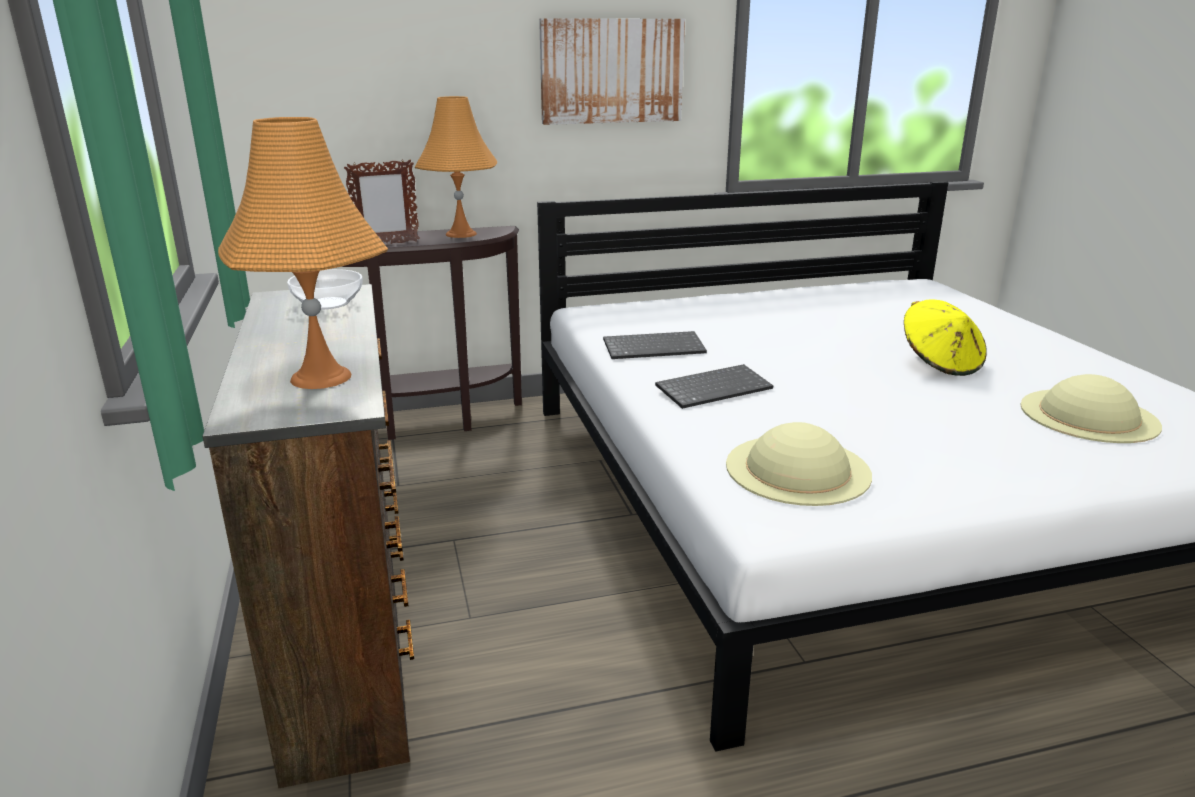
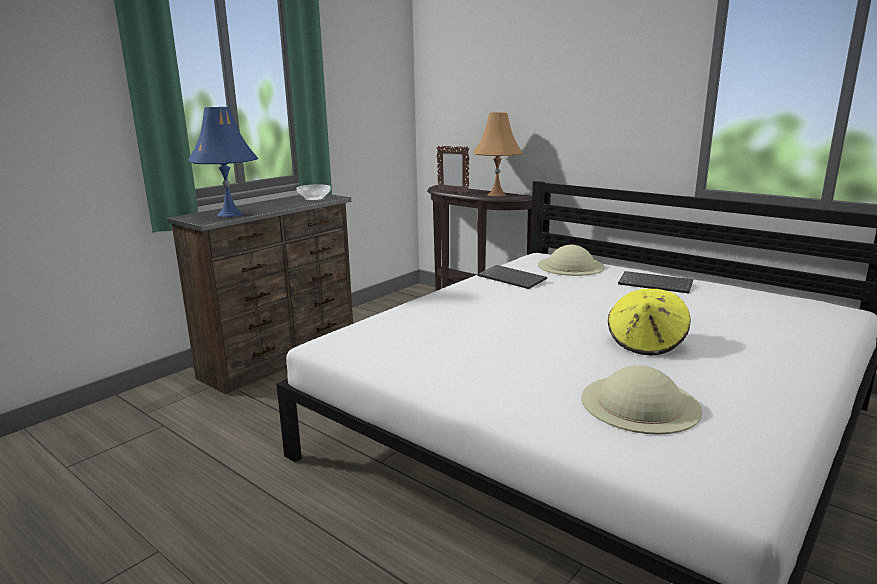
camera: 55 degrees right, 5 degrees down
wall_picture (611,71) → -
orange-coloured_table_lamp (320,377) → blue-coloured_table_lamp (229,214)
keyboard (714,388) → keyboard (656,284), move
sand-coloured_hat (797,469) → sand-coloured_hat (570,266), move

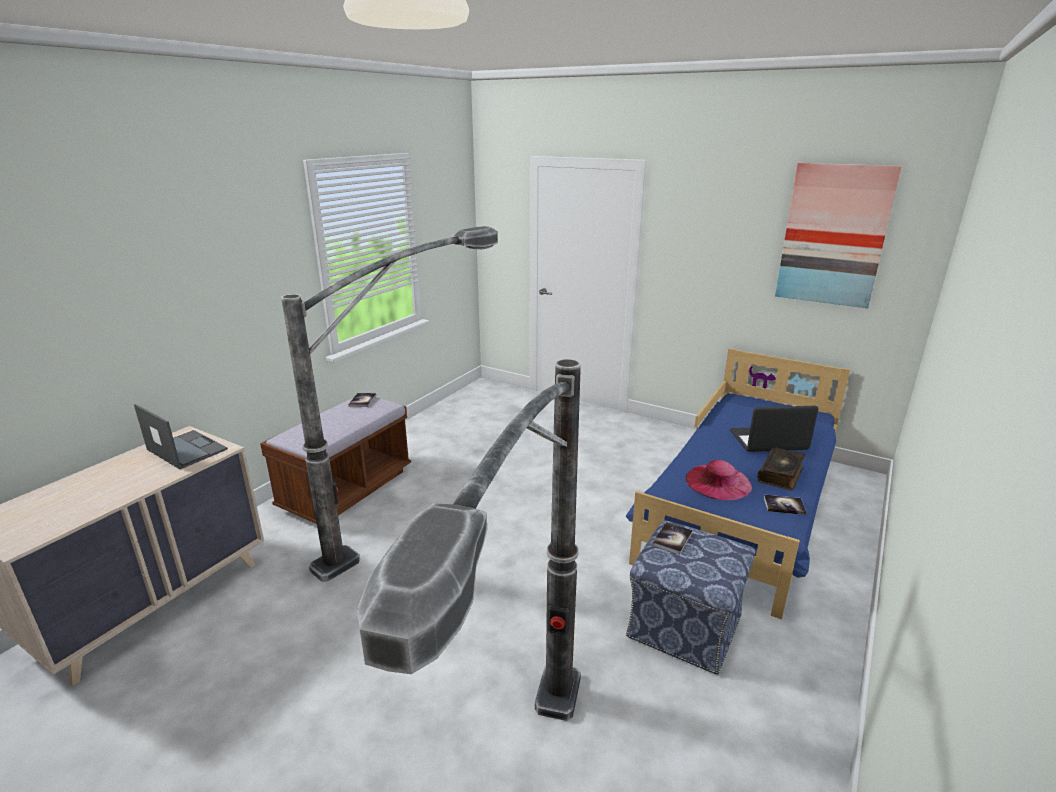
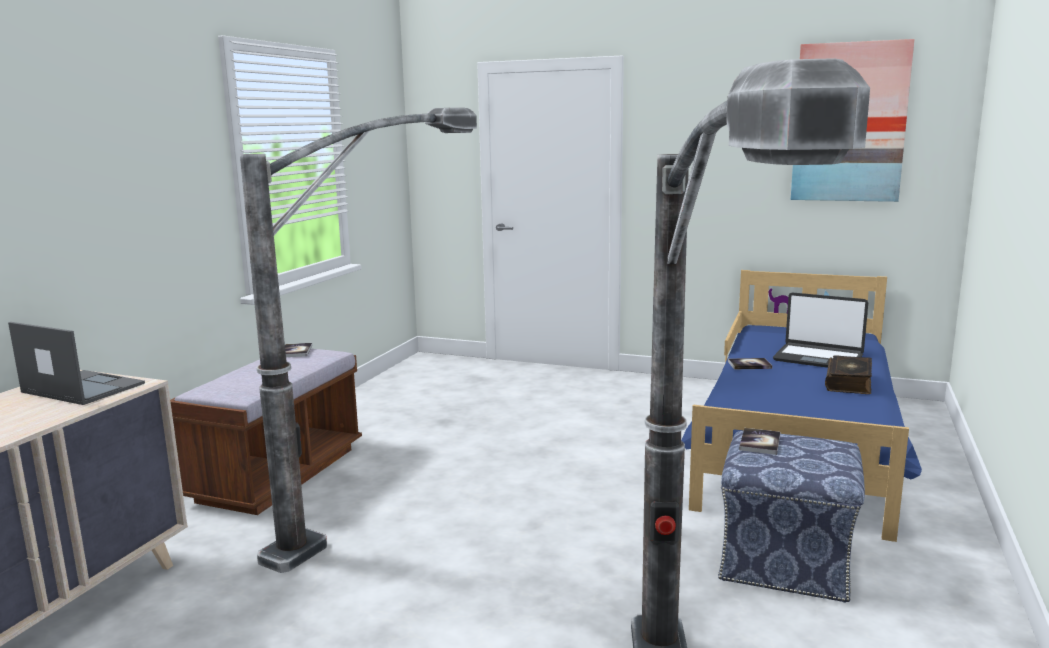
camera: 10 degrees left, 10 degrees down
notebook_computer (768,441) → notebook_computer (818,358), 135 degrees counterclockwise
pink_hat (718,482) → -
bound_book (784,505) → bound_book (749,365), move

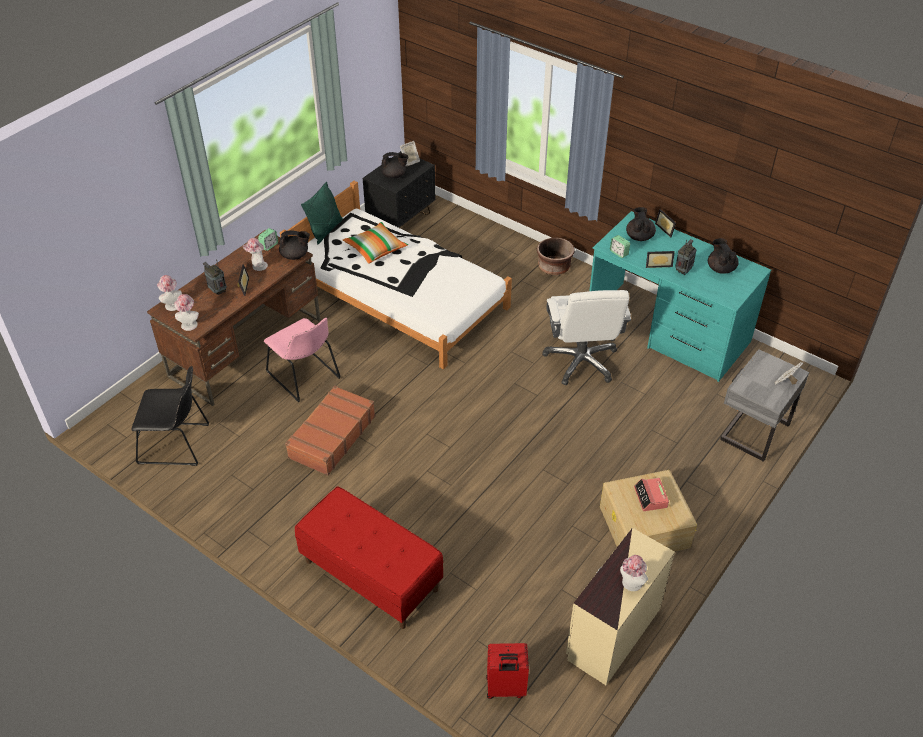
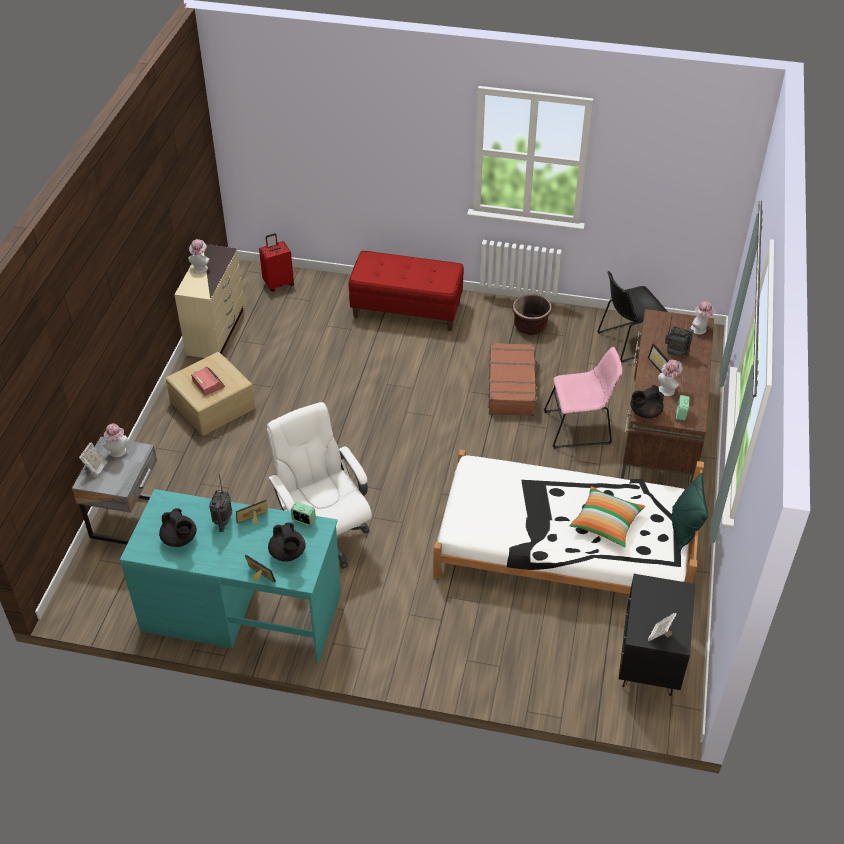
camera: 155 degrees right, 0 degrees up
black-coloured_tea_pot (394,175) → -
brown-coloured_flower_pot (553,268) → brown-coloured_flower_pot (530,326), move
hat (189,323) → hat (118,452), move
pink_plain_chair (305,377) → pink_plain_chair (580,427), 150 degrees clockwise

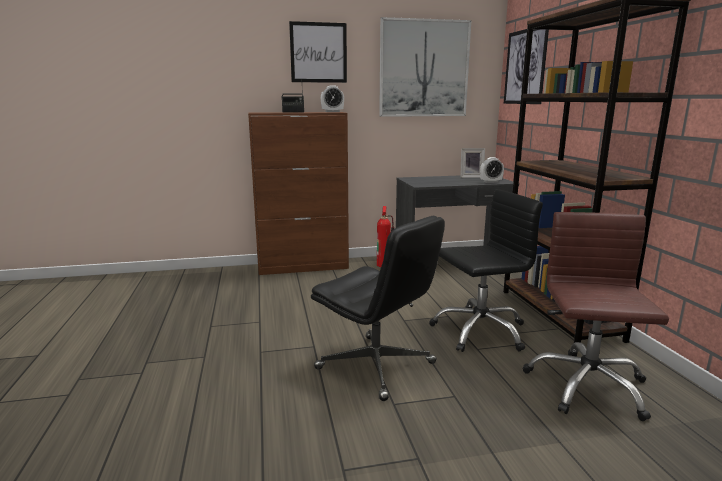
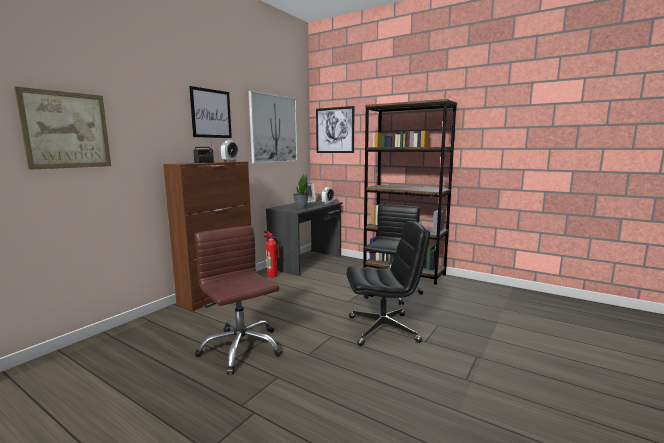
camera: 45 degrees left, 5 degrees down
brown-coloured_office_chair (586,385) → brown-coloured_office_chair (241,348), move
- → wall_picture (66,130)
- → plant_in_a_pot (301,208)

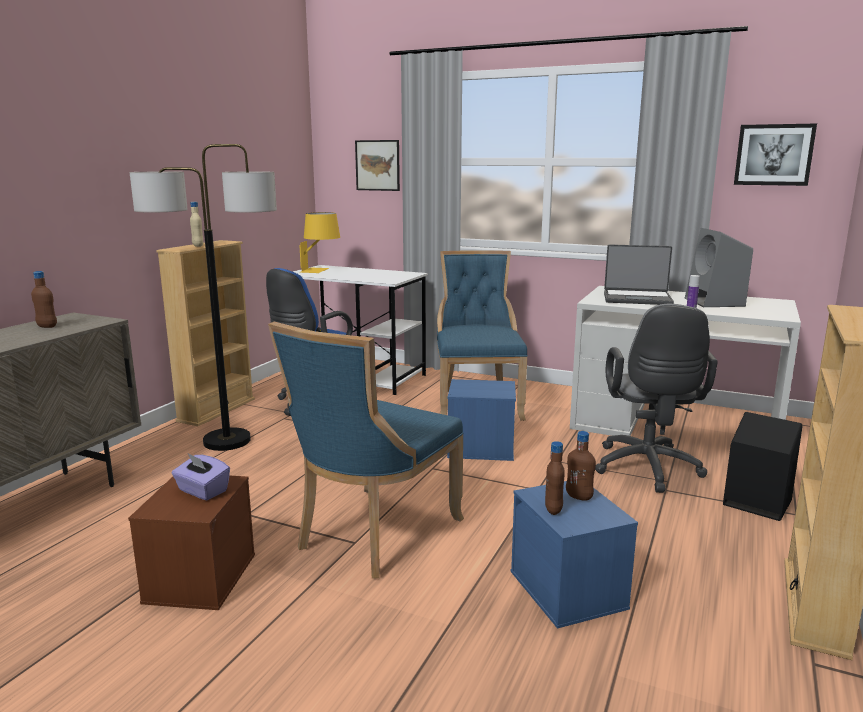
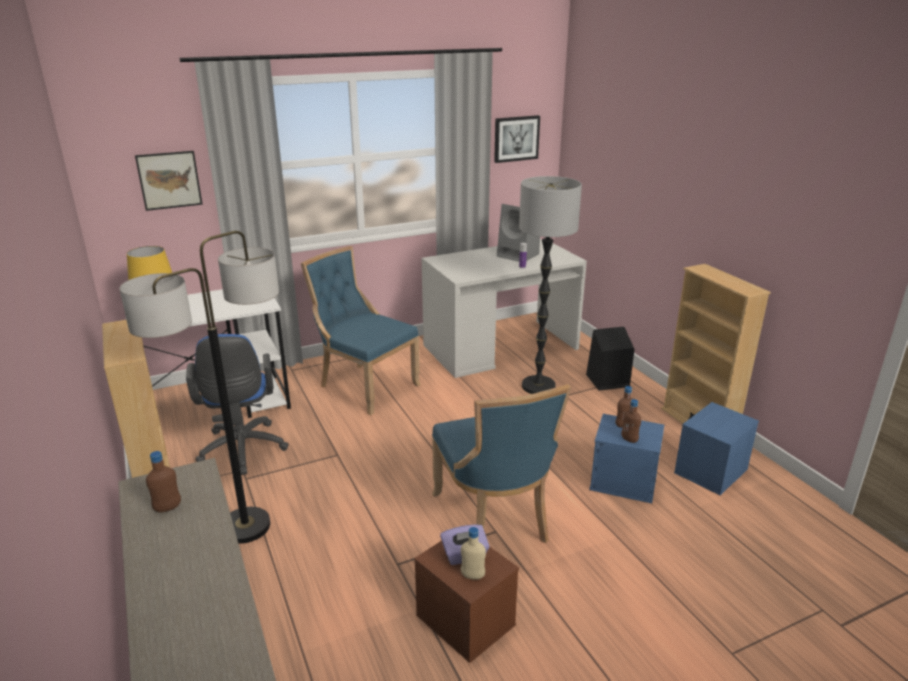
camera: 50 degrees left, 10 degrees up
sand-coloured_beverage_bottle (198,246) → sand-coloured_beverage_bottle (472,576), move
notebook_computer (637,299) → -
grey_office_chair (647,470) → floor_lamp (538,386)
blue-coloured_storage_container (480,448) → blue-coloured_storage_container (711,471), move

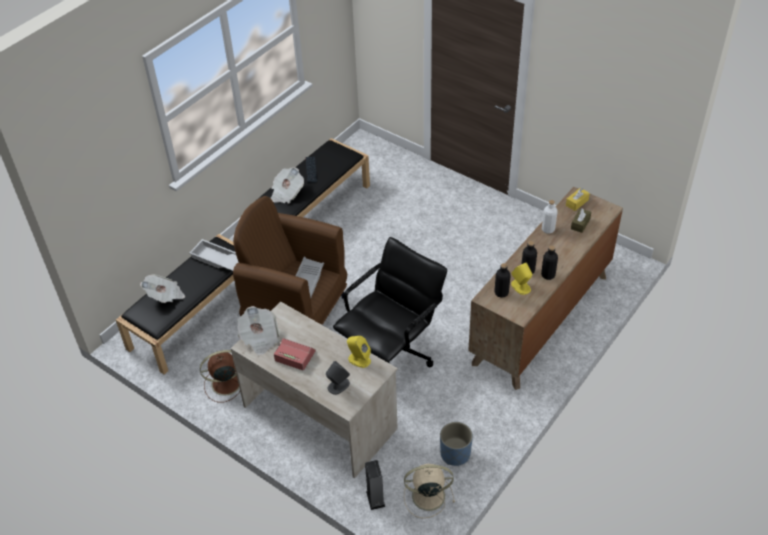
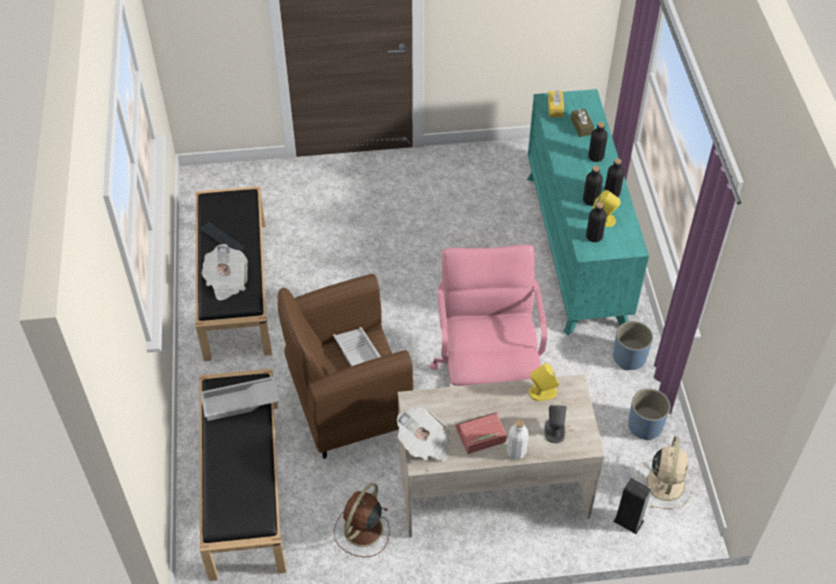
camera: 45 degrees left, 5 degrees up
brown-coloured_chest_of_drawers (541,319) → turquoise_chest_of_drawers (576,249)
white-coloured_beverage_bottle (548,229) → white-coloured_beverage_bottle (516,452), move
black-coloured_office_chair (392,354) → pink_office_chair (486,377)
daily_paper (165,296) → -
sand-coloured_cooling_fan (426,496) → sand-coloured_cooling_fan (665,482), 150 degrees clockwise
- → black-coloured_beverage_bottle (595,157)
- → blue-coloured_flower_pot (629,357)

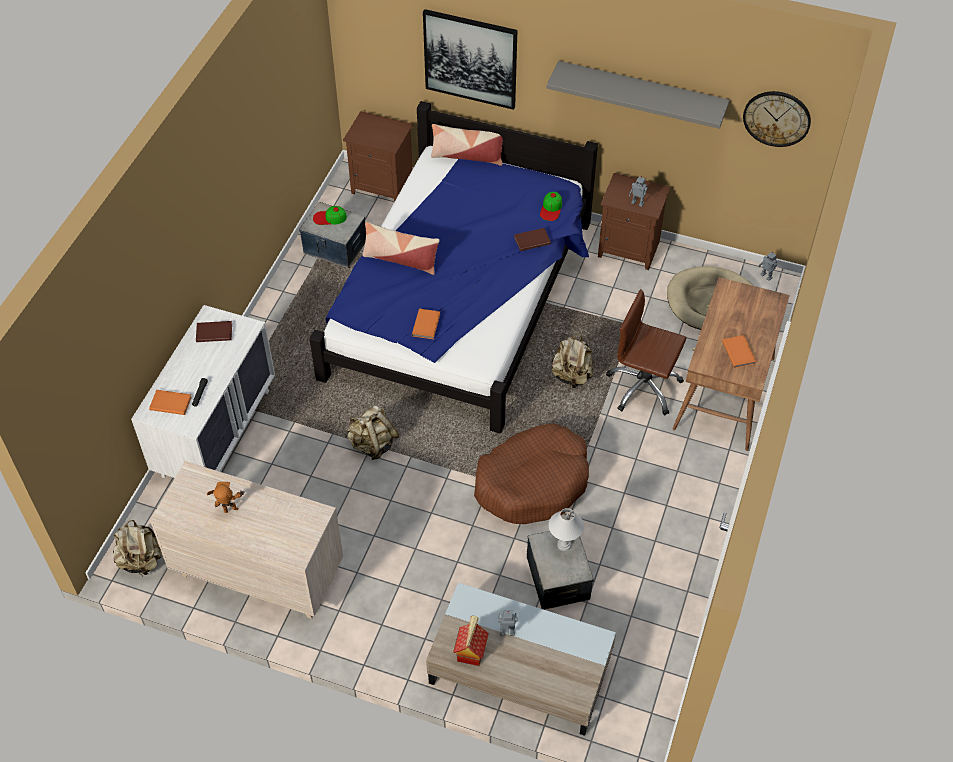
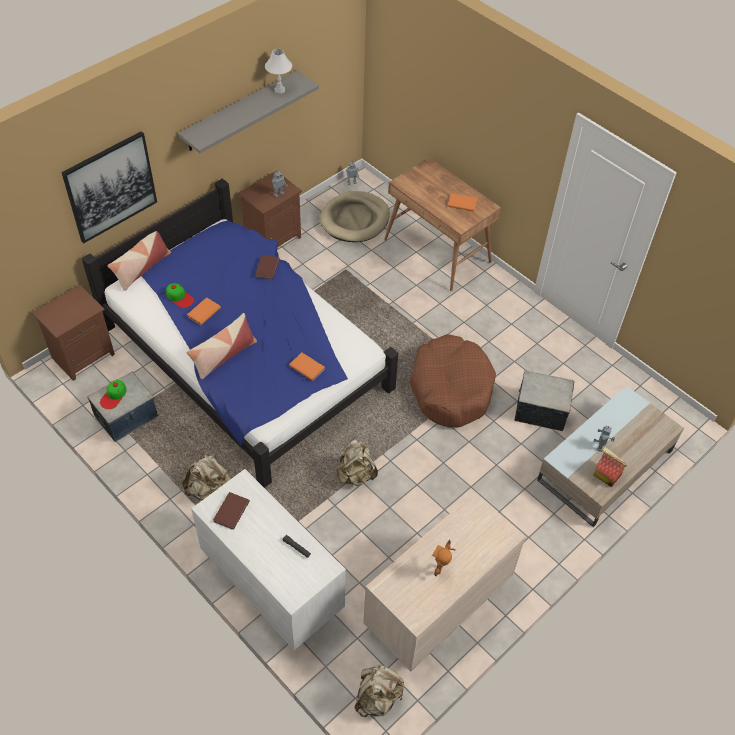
camera: 65 degrees left, 0 degrees up
hanging_clock (777,118) → -
peaked_cap (551,208) → peaked_cap (179,297), move
brown-coloured_office_chair (643,387) → -
sand-coloured_knapsack (572,376) → sand-coloured_knapsack (208,488), move
orange-coloured_bound_book (170,402) → orange-coloured_bound_book (203,312), move
white-coloured_table_lamp (564,545) → white-coloured_table_lamp (280,90), move

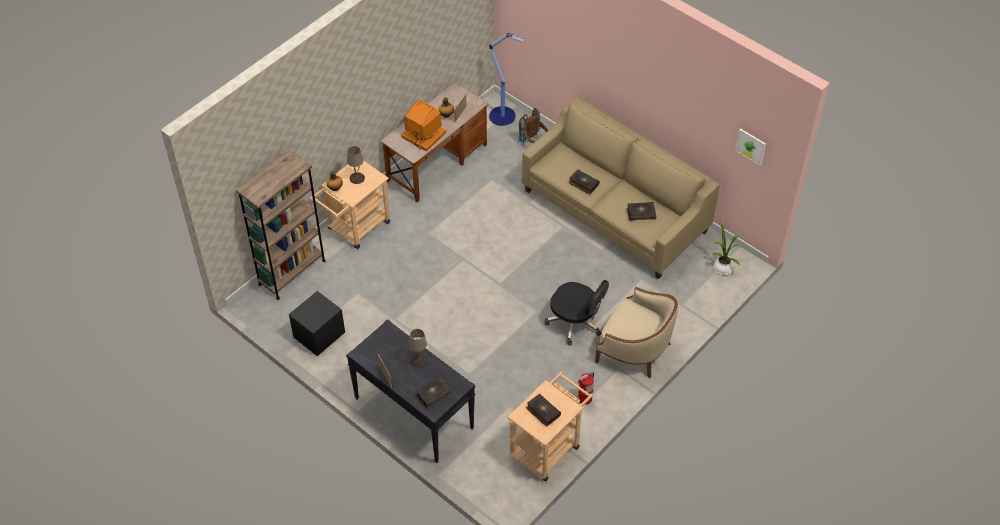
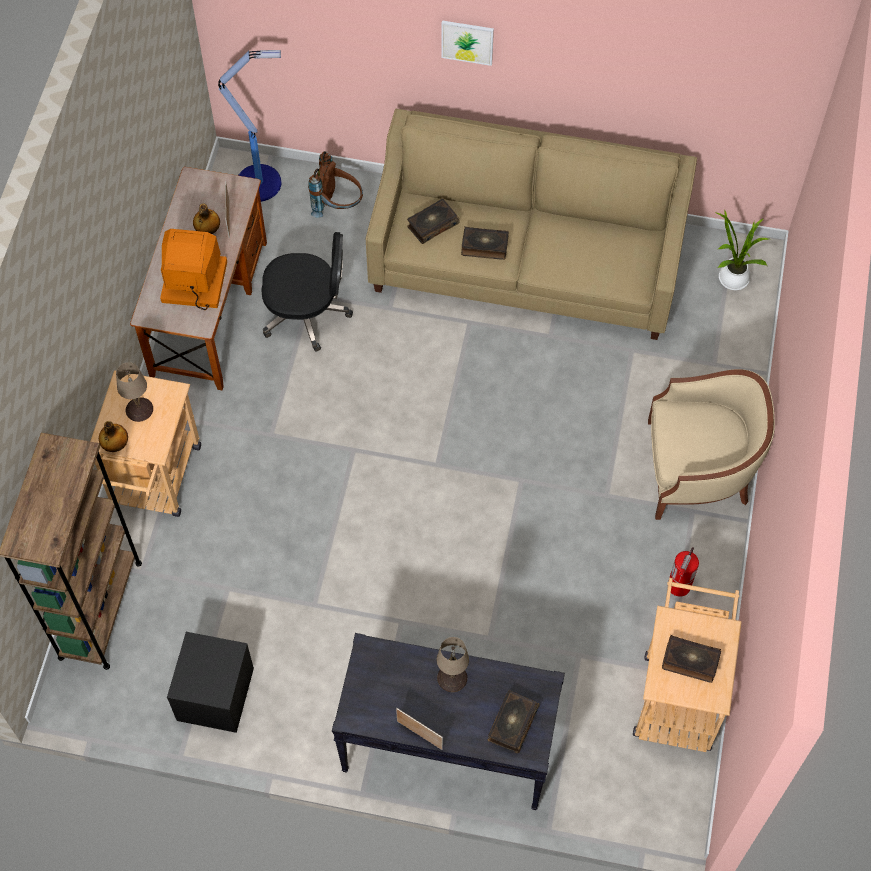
camera: 30 degrees left, 10 degrees up
wall_picture (750,146) → wall_picture (467,42), move
bound_book (641,213) → bound_book (432,225), move
black-coloured_office_chair (575,322) → black-coloured_office_chair (307,313), move

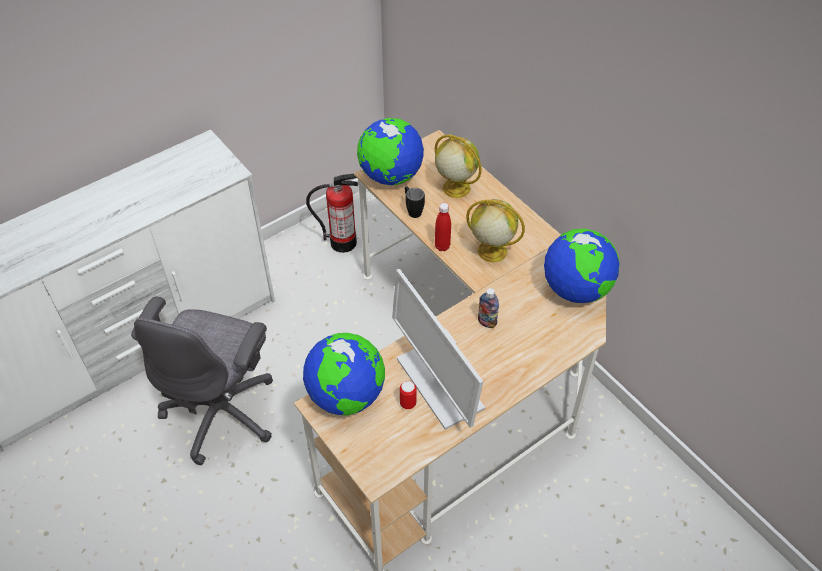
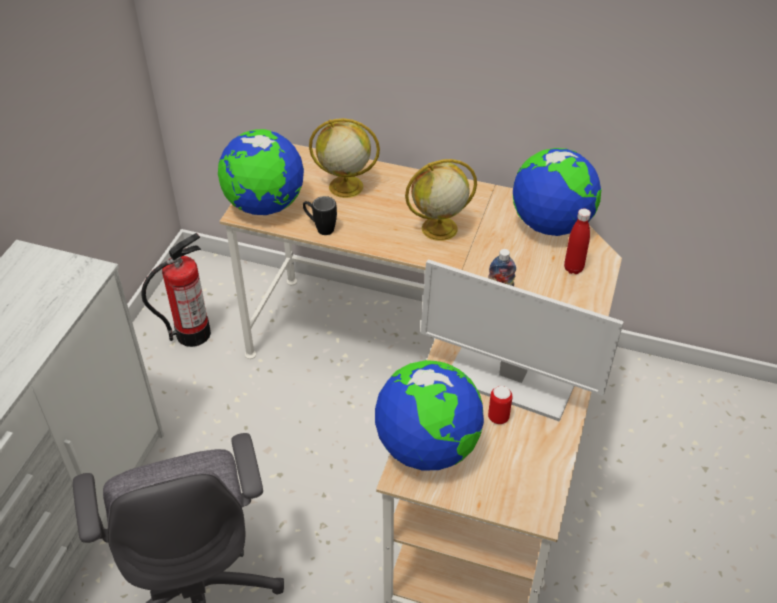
camera: 35 degrees left, 5 degrees down
red_beverage_bottle (442,246) → red_beverage_bottle (573,268), move

